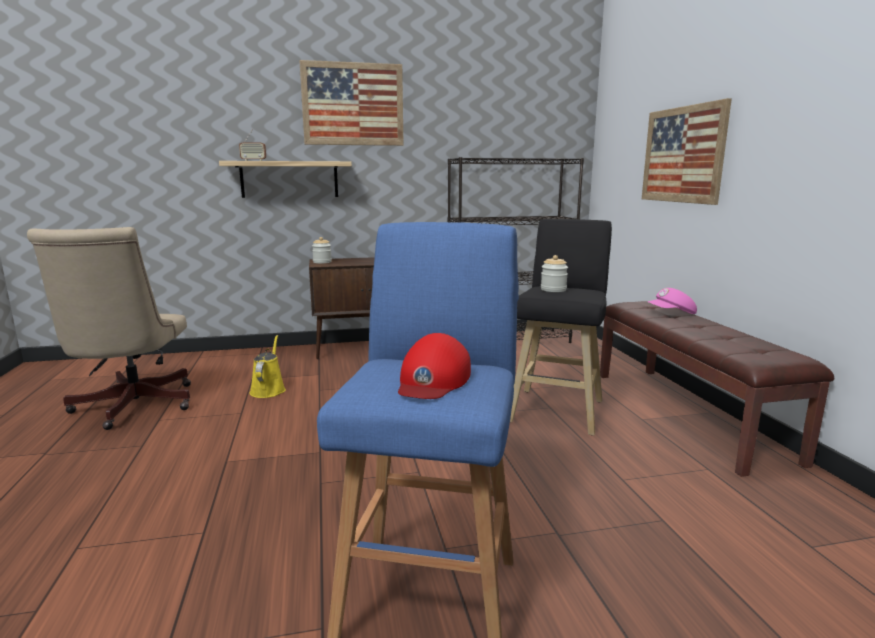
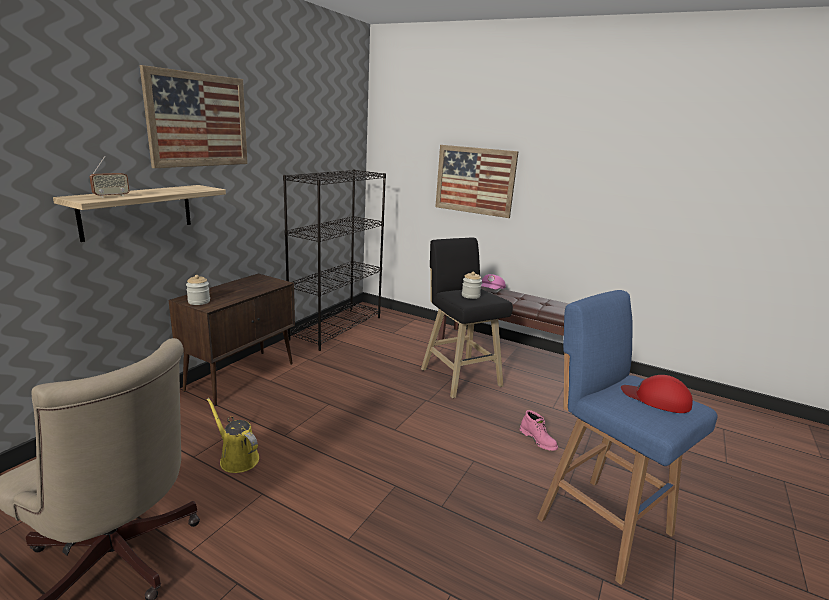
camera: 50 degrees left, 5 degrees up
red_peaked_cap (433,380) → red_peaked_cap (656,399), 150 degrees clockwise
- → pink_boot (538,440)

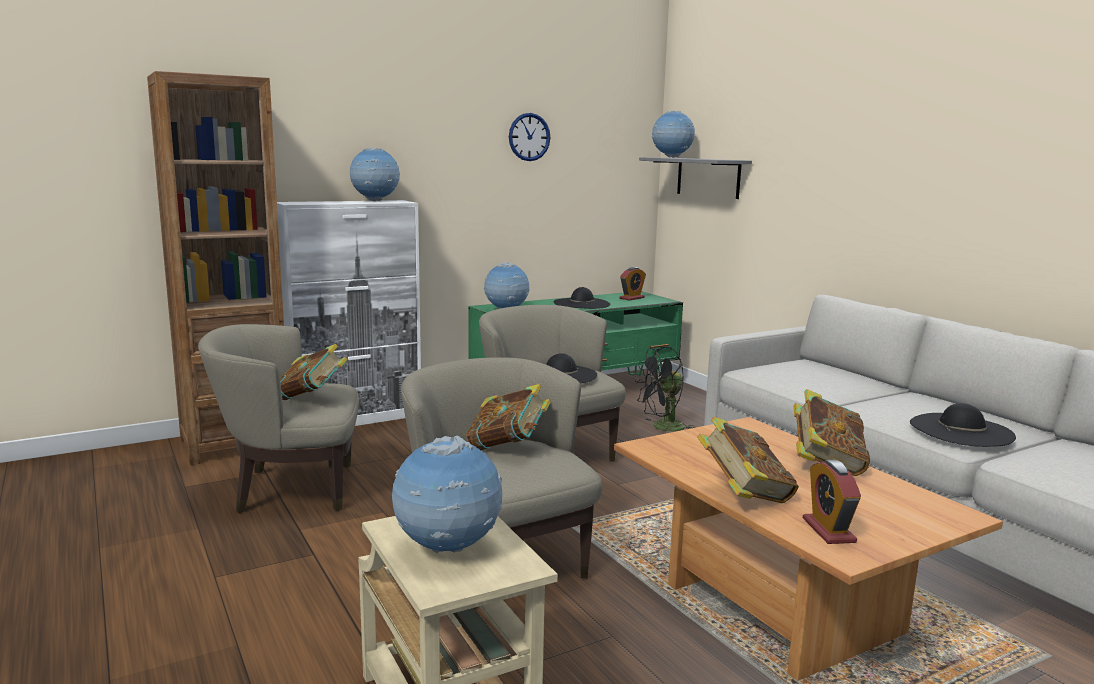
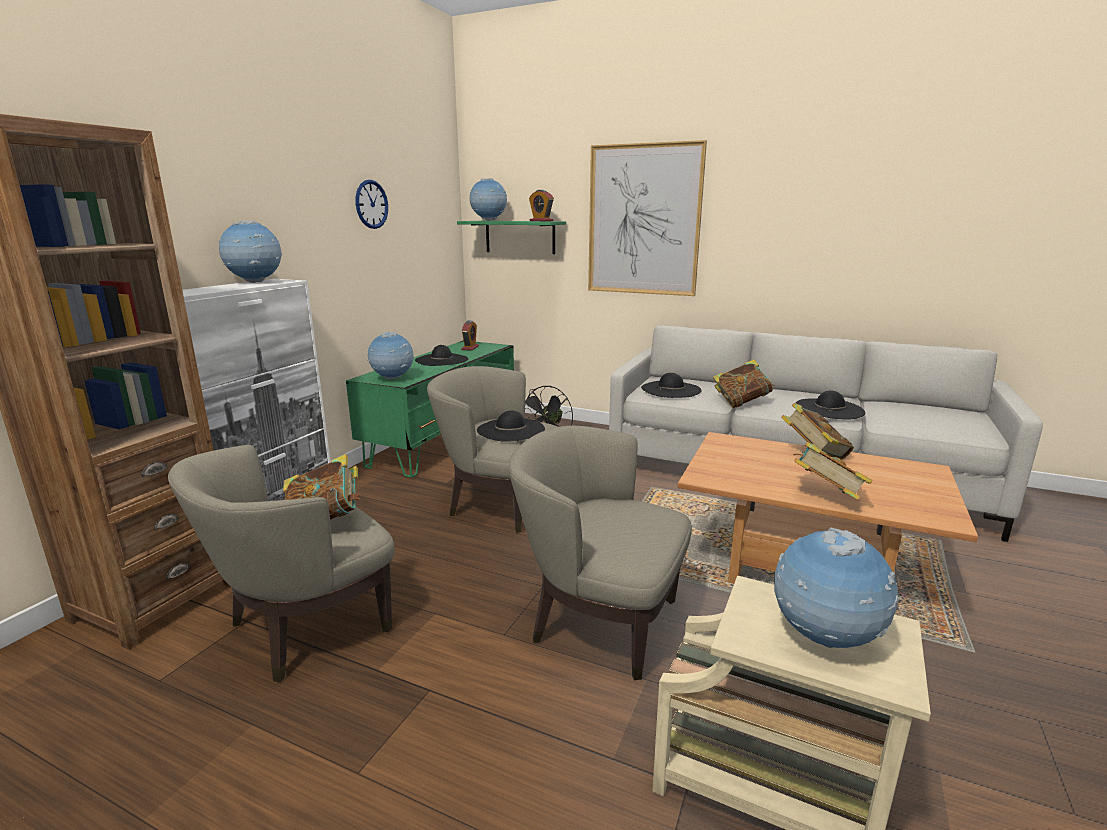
camera: 35 degrees left, 5 degrees up
grey_shelf (708,177) → greenish_shelf (520,237)
bound_book (508,447) → bound_book (741,403), move
table_clock (828,530) → table_clock (541,221), move
- → wall_picture (643,220)
- → black-coloured_hat (671,389)

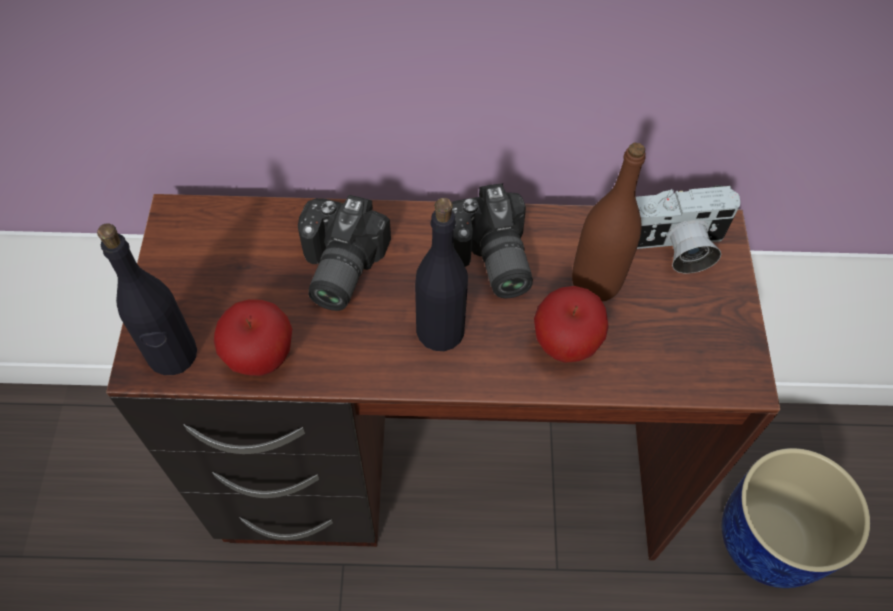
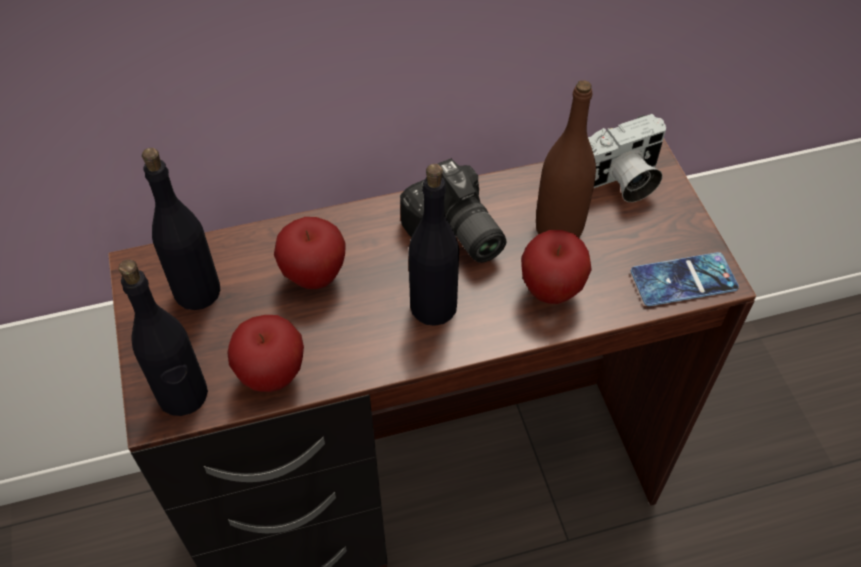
camera: 15 degrees left, 5 degrees down
still_camera (335,268) → apple_fruit (314,276)
blue-coloured_flower_pot (770,539) → -
- → black-coloured_beverage_bottle (197,291)
- → handset (683,280)

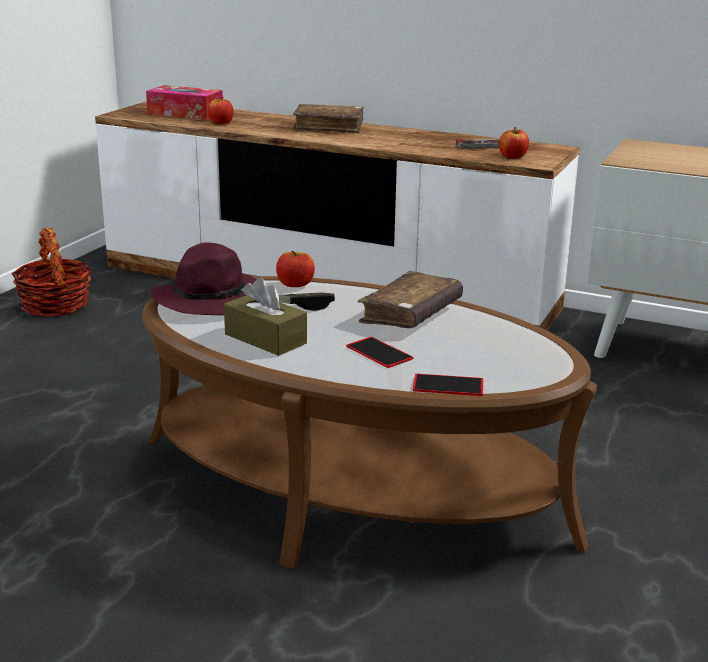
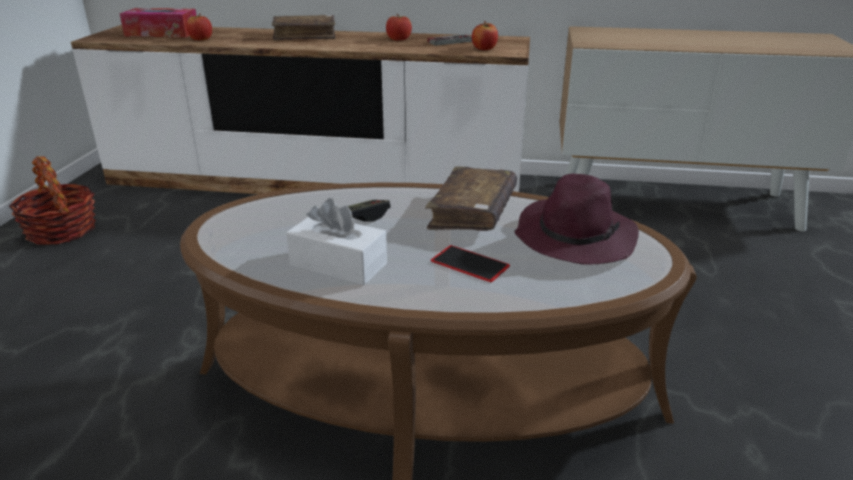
camera: 15 degrees left, 5 degrees up
purple_hat (211,299) → purple_hat (574,238), move
apple_fruit (295,284) → apple_fruit (398,39), move
brown-coloured_tissue_holder (265,338) → white-coloured_tissue_holder (338,264)
handset (448,385) → -

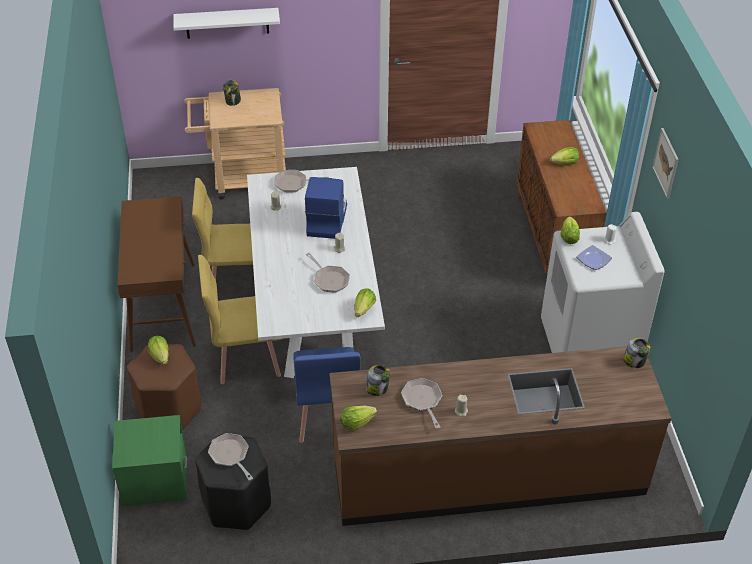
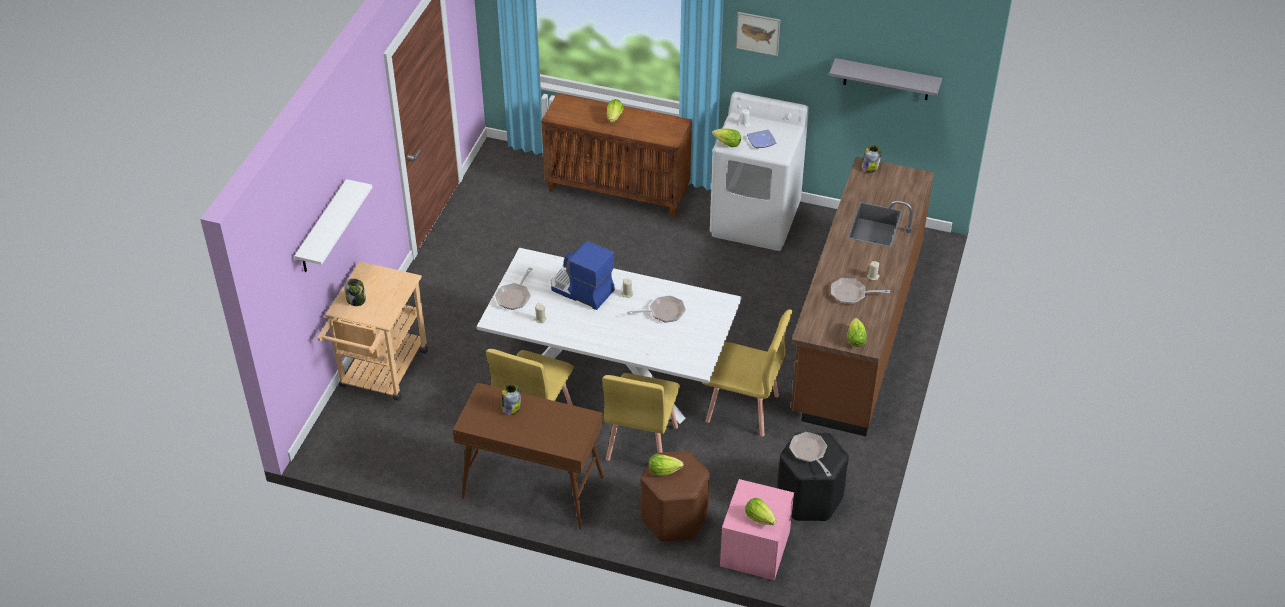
camera: 65 degrees left, 0 degrees up
head_of_lettuce (364,309) → head_of_lettuce (759,518), move
blue-coloured_plain_chair (327,416) → yellow-coloured_plain_chair (743,409)
preserve_jar (377,388) → preserve_jar (511,407), move
greenish_nightstand (155,480) → pink_nightstand (755,549)
pan (230,455) → pan (809,452), 75 degrees clockwise
- → grey_shelf (886,79)

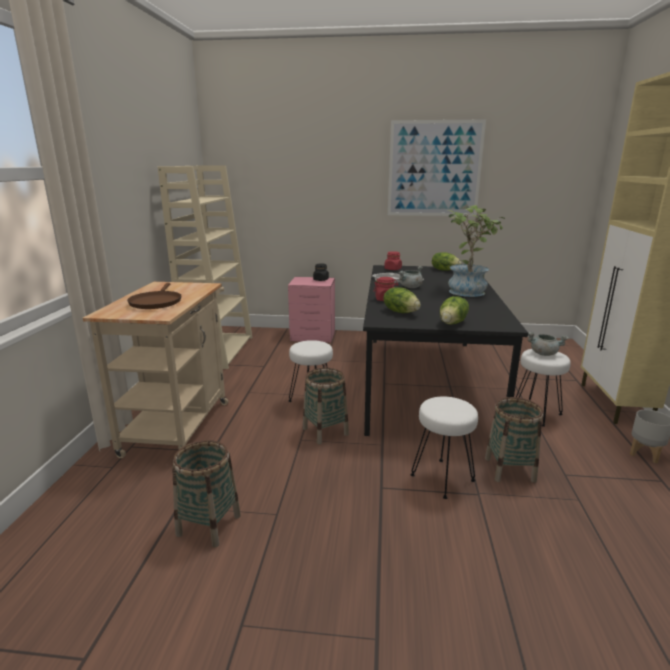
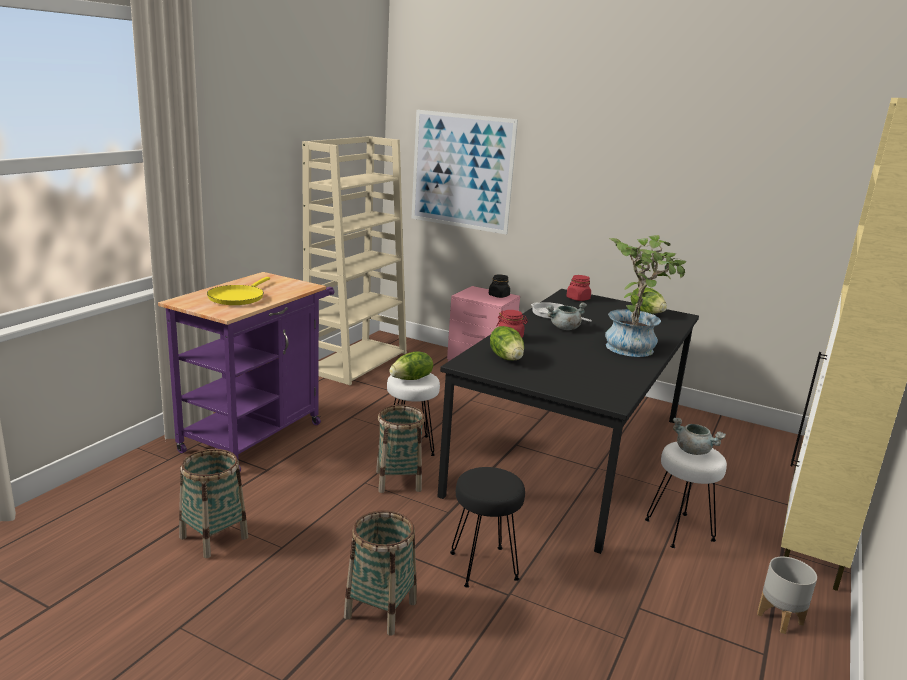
camera: 20 degrees right, 0 degrees up
wall_picture (434,169) → wall_picture (462,171), move
sand-coloured_wheeled_cart (180,423) → purple_wheeled_cart (258,433)
brown-coloured_pan (156,302) → yellow-coloured_pan (238,297)
head_of_lettuce (453,323) → head_of_lettuce (412,379), move
white-coloured_stool_seat (441,478) → black-coloured_stool_seat (482,566)
storage_basket (509,469) → storage_basket (380,609), move

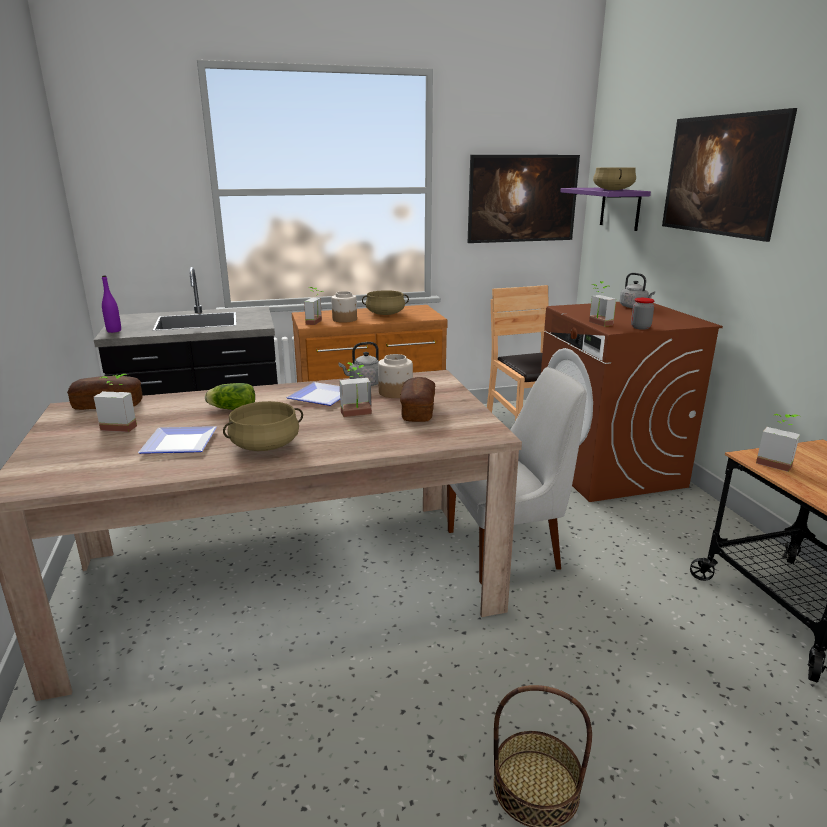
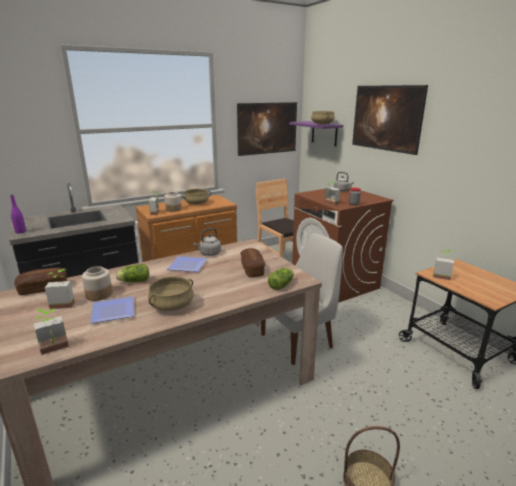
camera: 15 degrees left, 0 degrees up
preserve_jar (395,392) → preserve_jar (99,294), move
plant_in_a_pot (357,415) → plant_in_a_pot (55,350), move
- → head_of_lettuce (282,285)

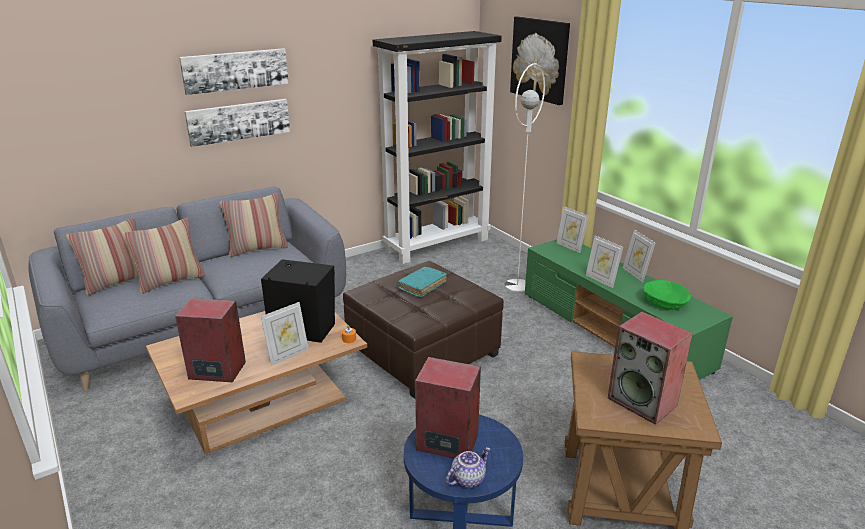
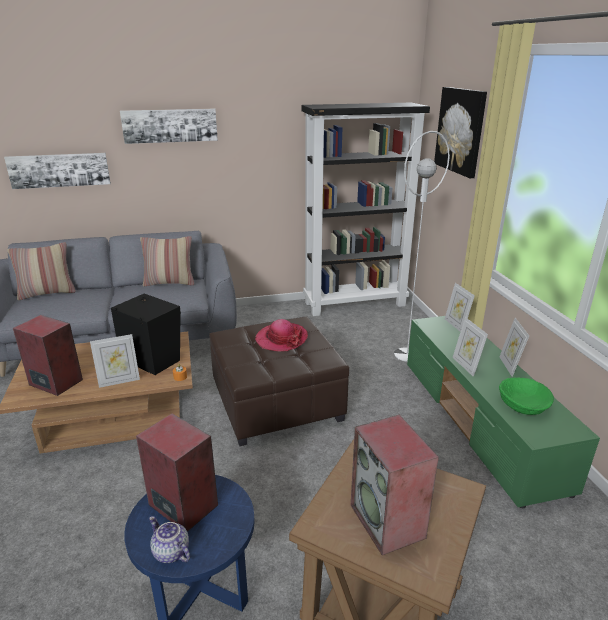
camera: 20 degrees right, 0 degrees up
wall_picture (239,121) → wall_picture (59,170), move
pillow (170,281) → -
turquoise_bound_book (422,286) → hat (281,339)
tea_pot (467,479) → tea_pot (170,552), 120 degrees counterclockwise

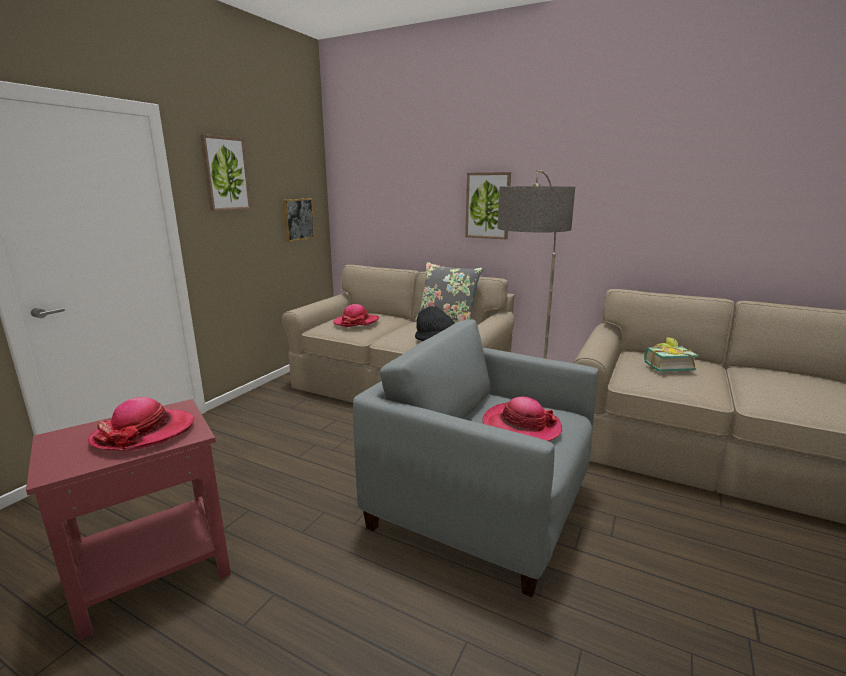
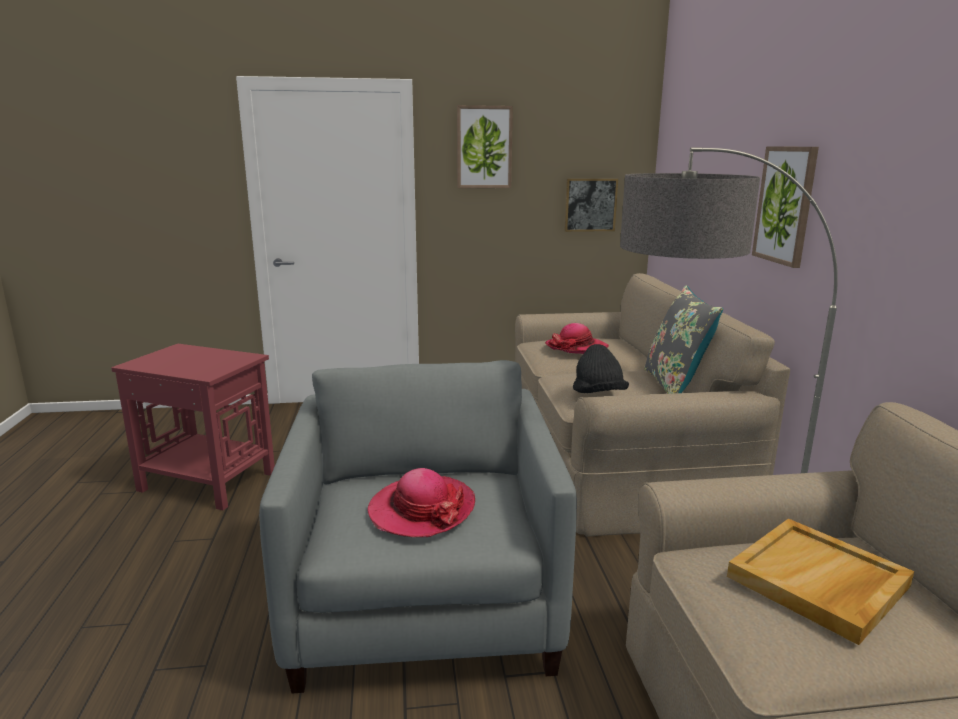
camera: 55 degrees right, 0 degrees up
bound_book (665,366) → sand-coloured_serving_tray (818,582)
hat (144,433) → -

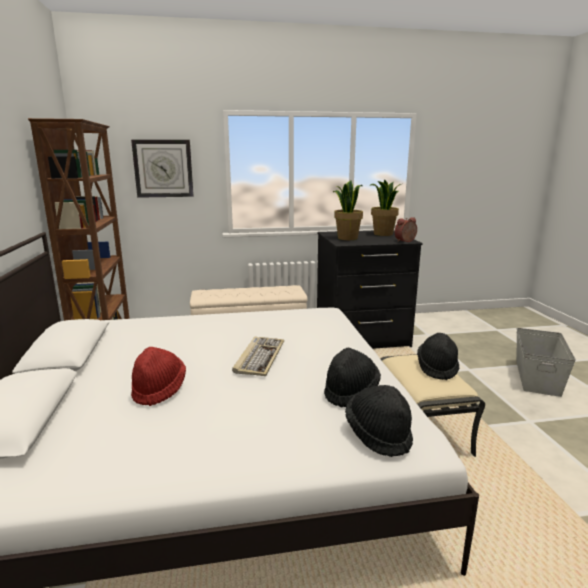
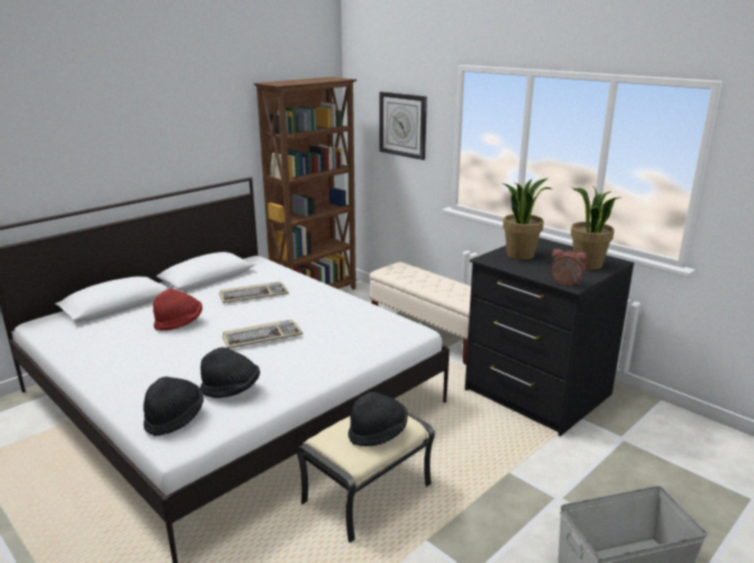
camera: 55 degrees right, 5 degrees up
- → keyboard (254,295)

